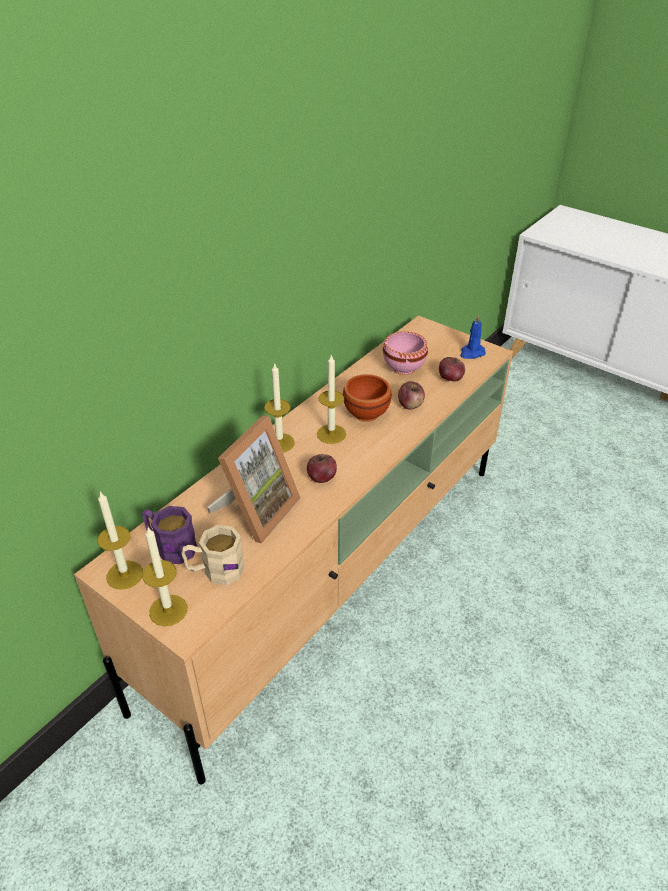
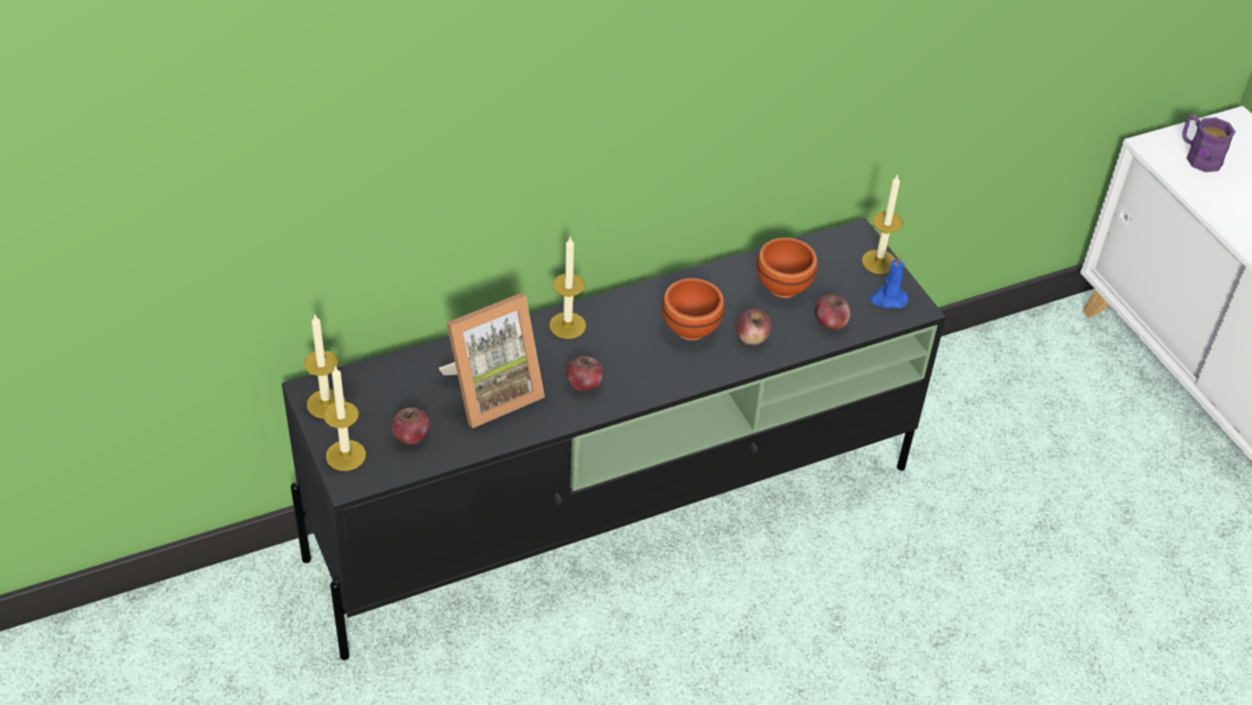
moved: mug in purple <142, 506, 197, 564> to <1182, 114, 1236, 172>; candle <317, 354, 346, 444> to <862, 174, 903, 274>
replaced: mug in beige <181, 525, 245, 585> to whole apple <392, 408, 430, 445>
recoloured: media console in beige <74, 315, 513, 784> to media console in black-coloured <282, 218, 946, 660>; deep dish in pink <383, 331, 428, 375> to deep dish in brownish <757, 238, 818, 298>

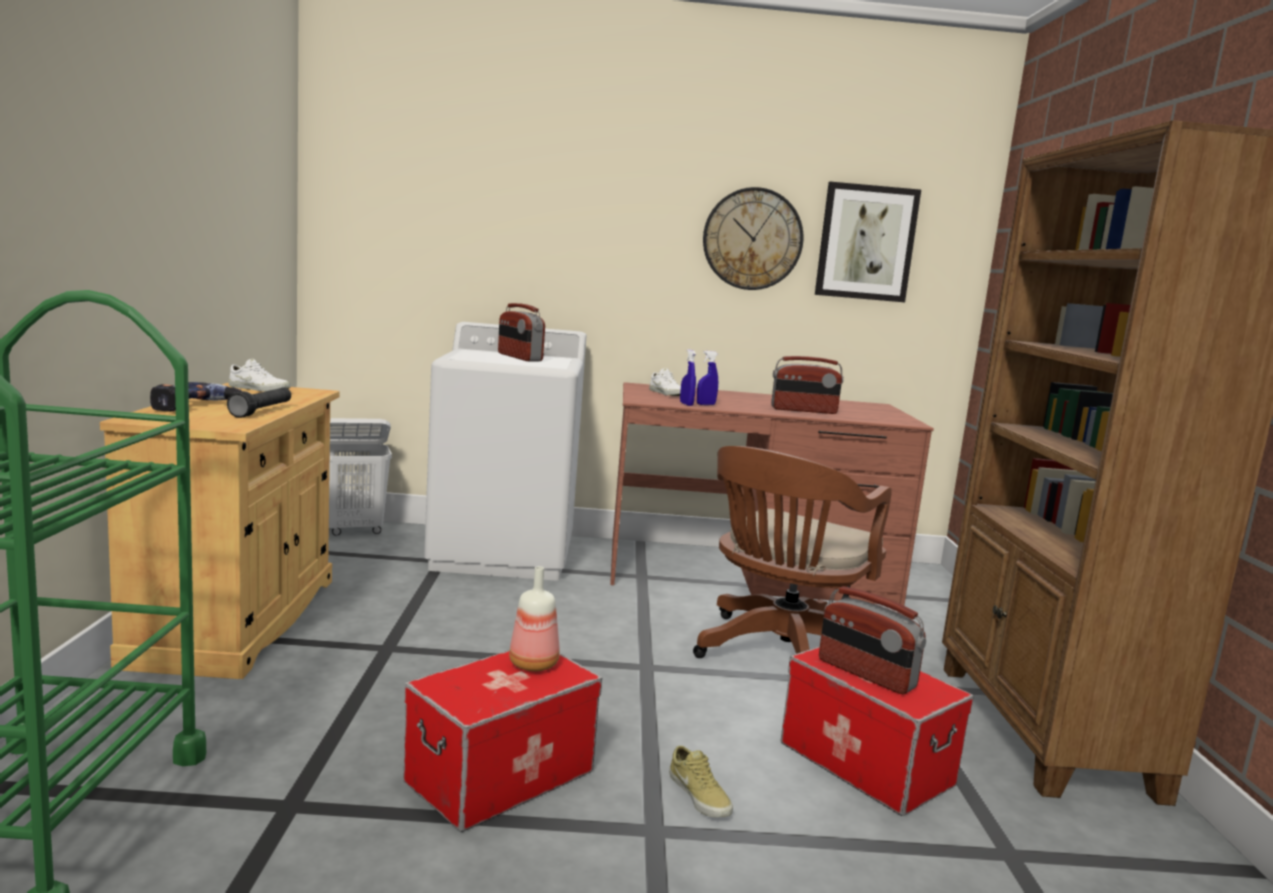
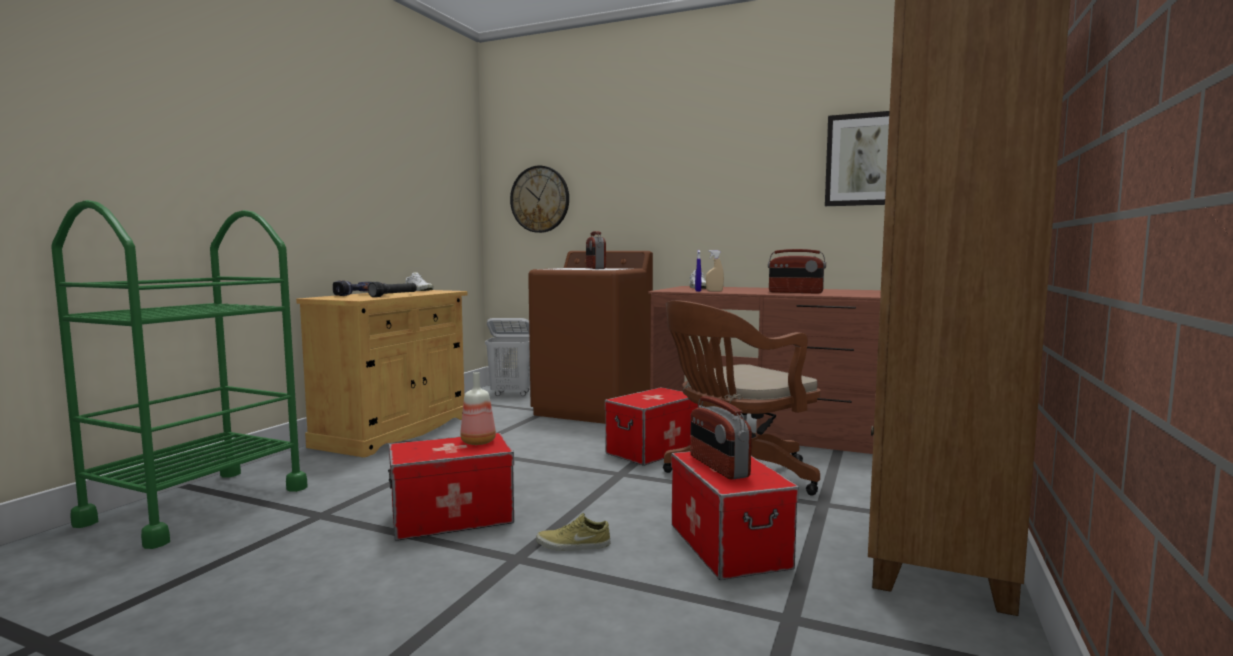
added: storage bin <605, 387, 698, 466>
moved: clock on the wall <703, 187, 803, 290> to <510, 166, 569, 233>
recoloured: washing machine in white-coloured <424, 322, 587, 580> to washing machine in brownish <528, 251, 653, 424>; sprayer in blue-coloured <697, 351, 718, 405> to sprayer in beige <706, 250, 724, 291>
turned: item of footwear in beige <669, 746, 733, 817> = <536, 513, 611, 551> 90 degrees clockwise

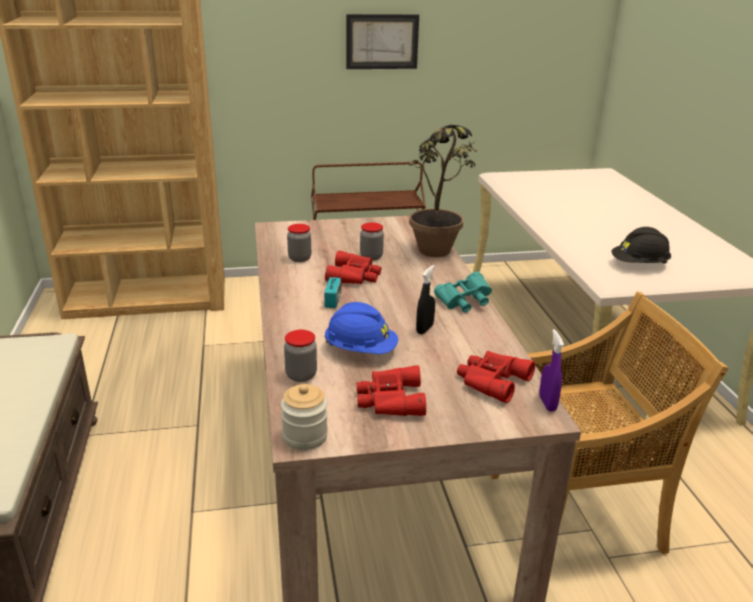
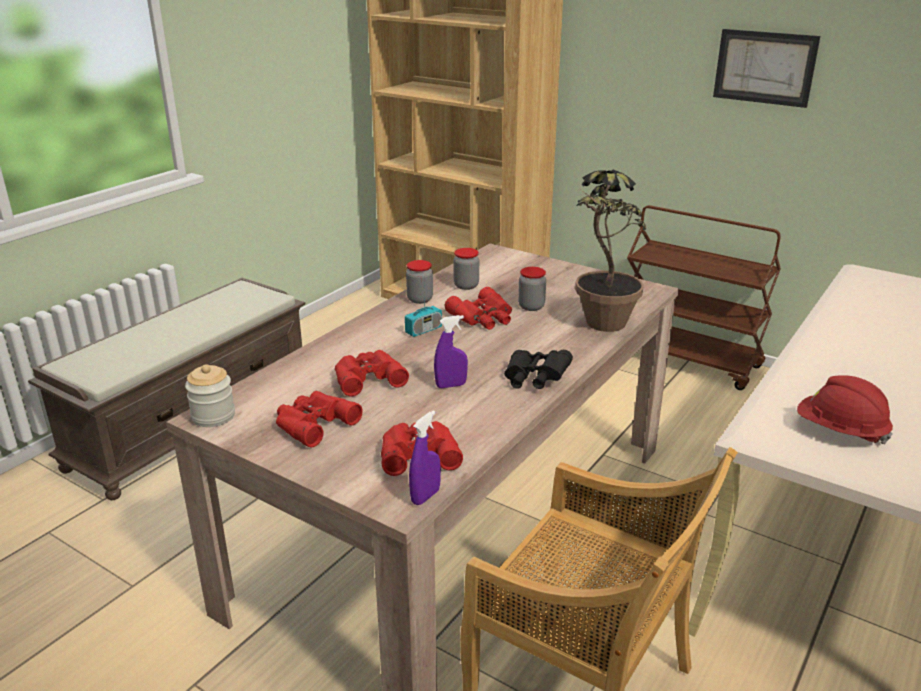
moved: storage jar <284, 330, 317, 382> to <406, 260, 433, 304>
replaced: safety helmet in blue-coloured <324, 302, 398, 354> to field glasses in reddish <335, 350, 409, 396>
recoloured: sprayer in black-coloured <416, 265, 435, 334> to sprayer in purple <434, 315, 468, 388>; field glasses in turquoise-coloured <434, 271, 492, 313> to field glasses in black-coloured <504, 350, 573, 389>; safety helmet in black-coloured <612, 227, 671, 264> to safety helmet in reddish <797, 375, 893, 444>

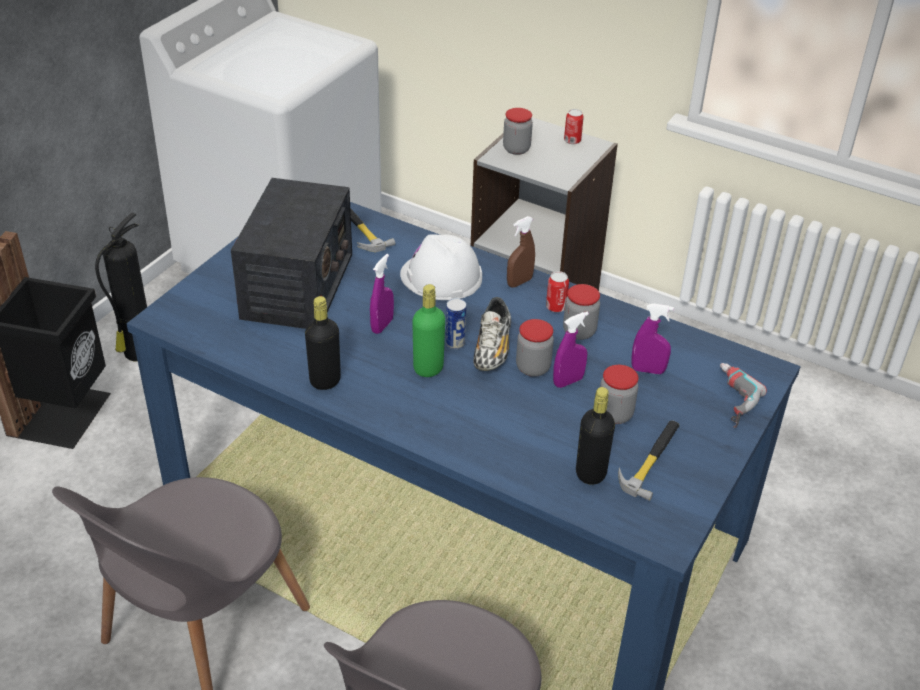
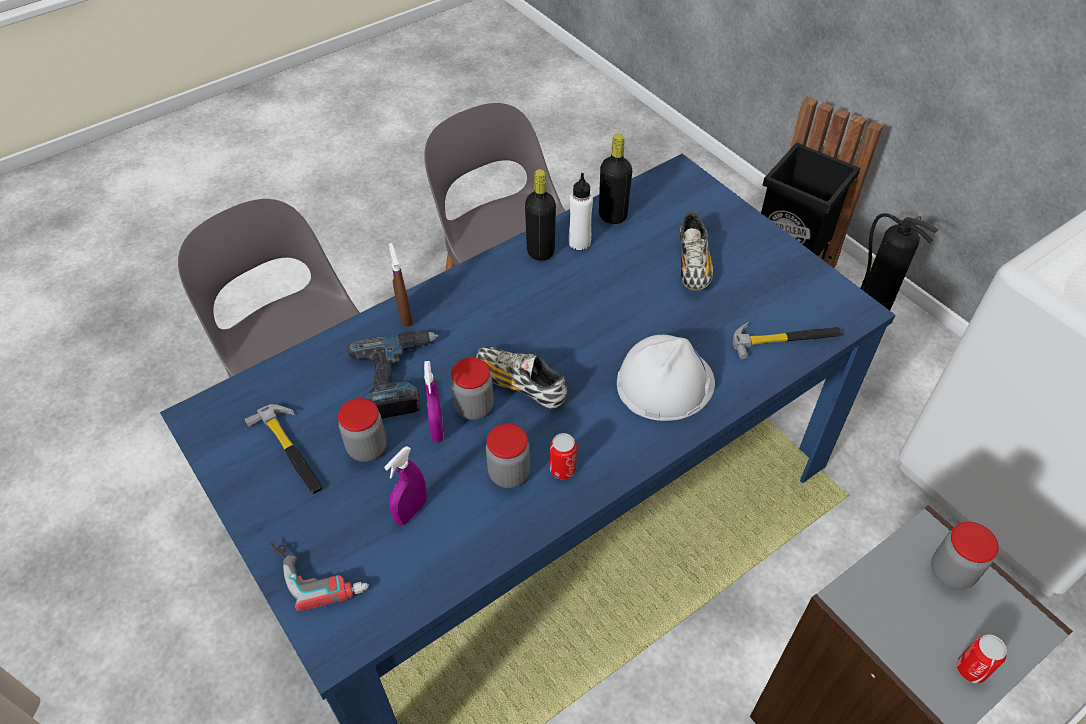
removed: sprayer in purple <370, 254, 394, 334>; bottle in green-coloured <412, 284, 445, 377>; metal can <446, 298, 466, 349>
added: power drill <347, 331, 439, 419>; bottle in white-coloured <569, 173, 593, 250>
moved: sprayer in brownish <507, 216, 535, 287> to <389, 243, 413, 327>; bottle in black-coloured <576, 387, 615, 485> to <599, 134, 632, 224>
replaced: radio receiver <231, 178, 352, 329> to item of footwear <679, 212, 714, 291>

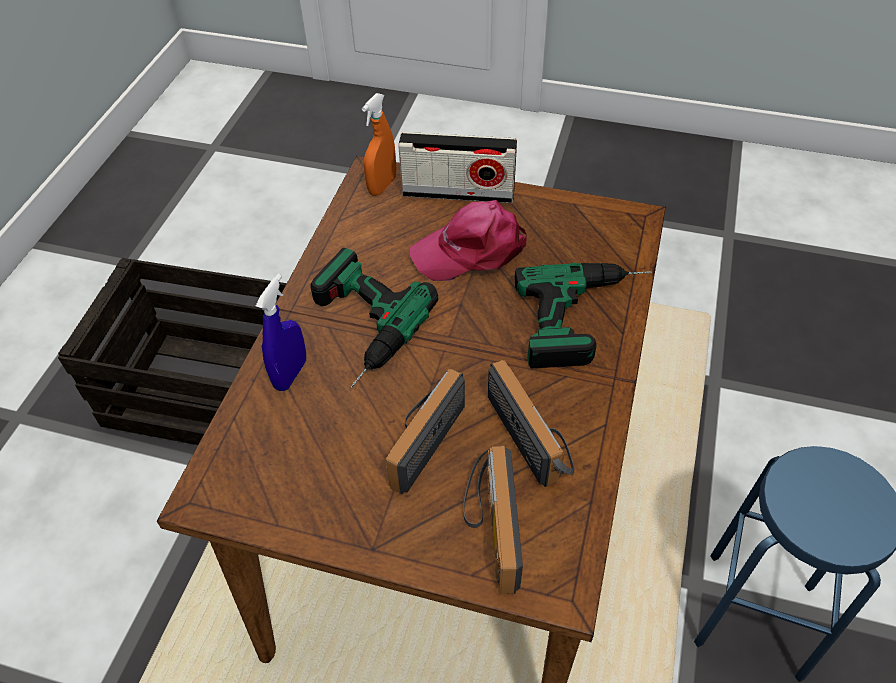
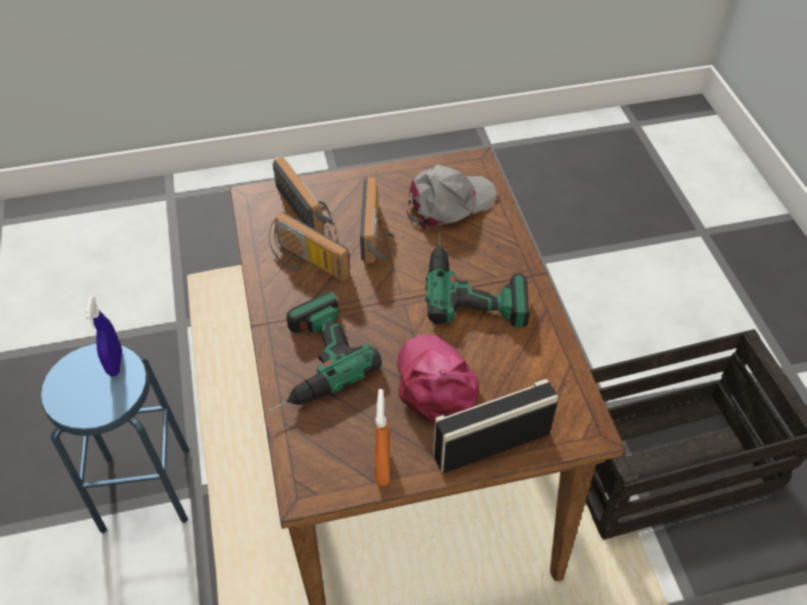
added: baseball cap in grey <406, 165, 497, 230>
moved: sprayer in blue-coloured <256, 274, 306, 391> to <86, 296, 122, 377>; sprayer in orangey <362, 93, 396, 196> to <375, 389, 390, 486>
turned: baseball cap in pink <410, 200, 527, 281> = <397, 334, 479, 426> 60 degrees counterclockwise

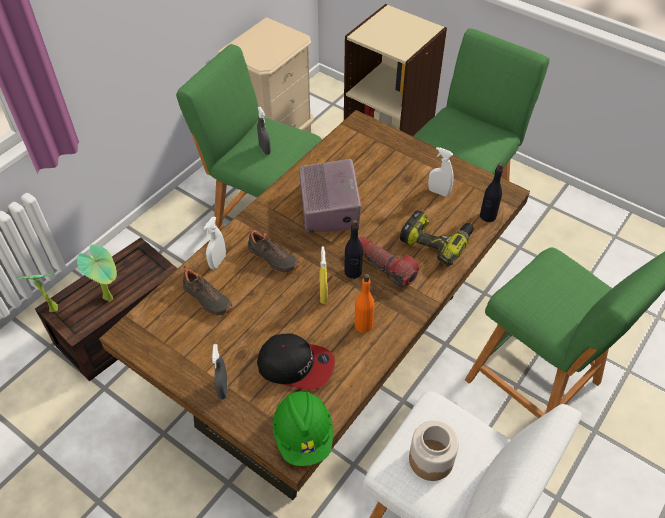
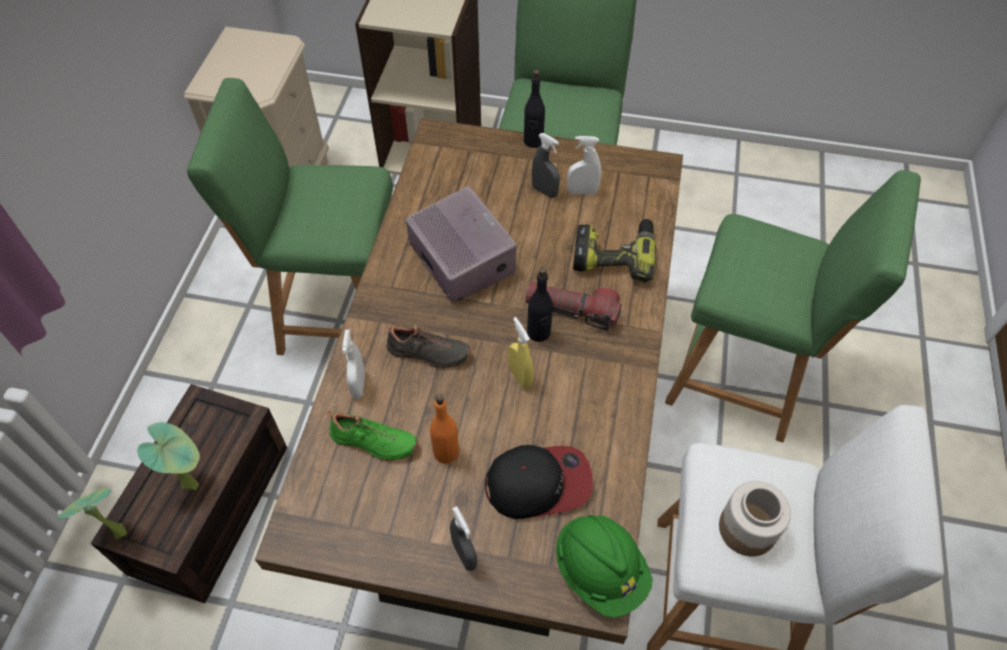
moved: sprayer in grey <257, 107, 271, 155> to <532, 133, 560, 198>; bottle in orangey <355, 274, 375, 333> to <430, 394, 459, 464>; bottle in black-coloured <480, 163, 503, 222> to <524, 70, 545, 148>
recoloured: item of footwear in black-coloured <182, 266, 233, 315> to item of footwear in green-coloured <326, 411, 418, 461>

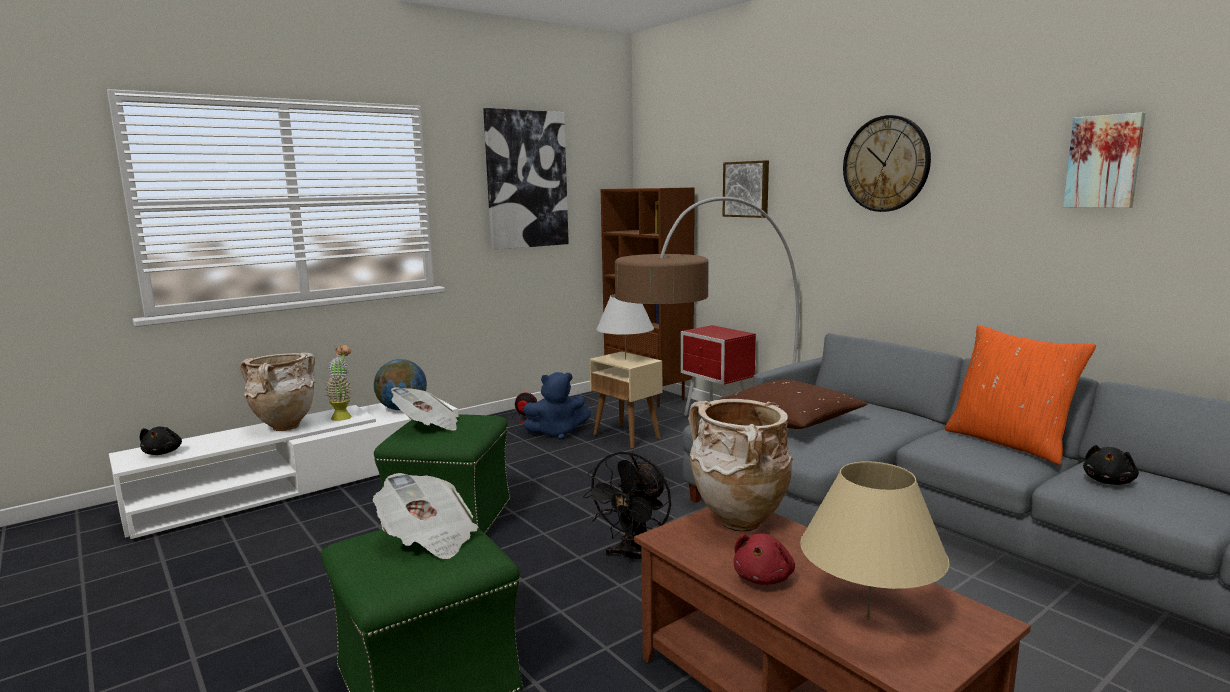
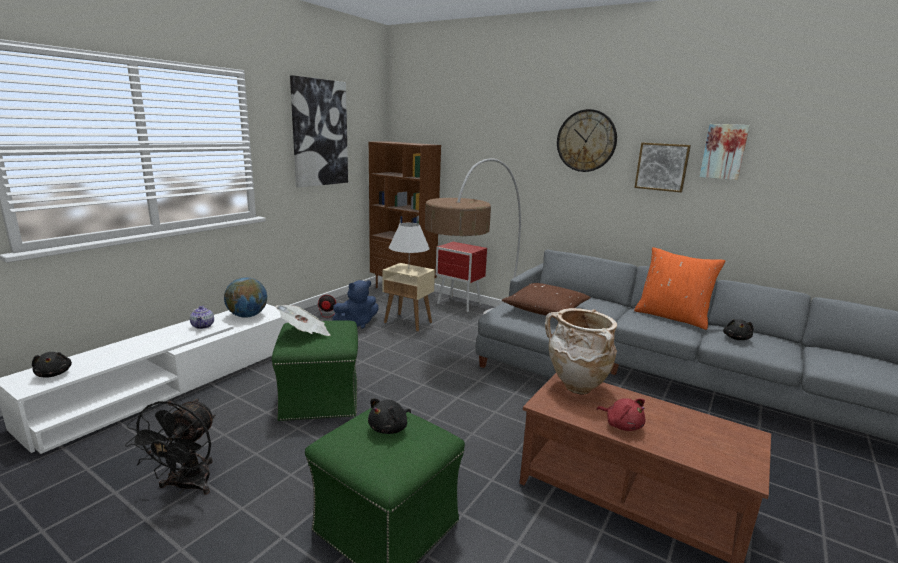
removed: vase in beige <240, 352, 315, 431>; lamp for a table in beige <800, 461, 950, 619>
moved: fan in black-coloured <583, 452, 671, 563> to <125, 399, 215, 495>; picture <723, 160, 769, 218> to <634, 143, 691, 192>
replaced: houseplant <326, 345, 352, 421> to tea pot <190, 305, 214, 329>; daily paper <373, 473, 478, 559> to plush toy in black-coloured <368, 398, 411, 434>
turned: plush toy in reddish <734, 533, 795, 585> = <597, 398, 645, 431> 45 degrees counterclockwise

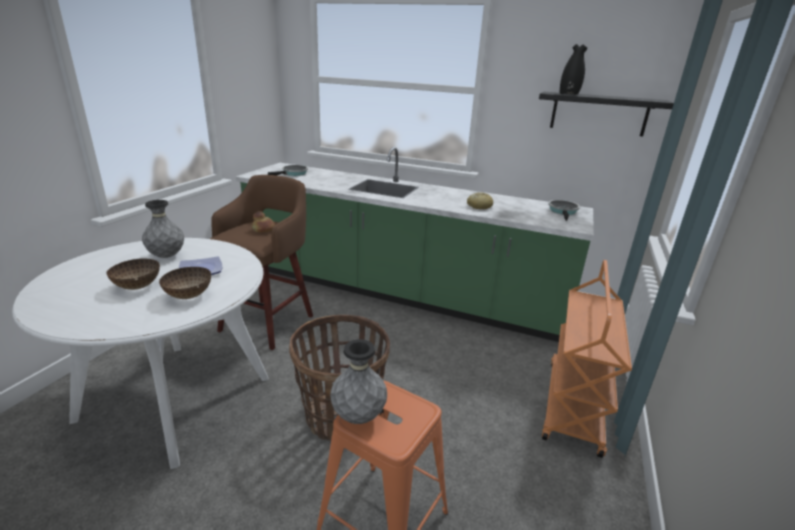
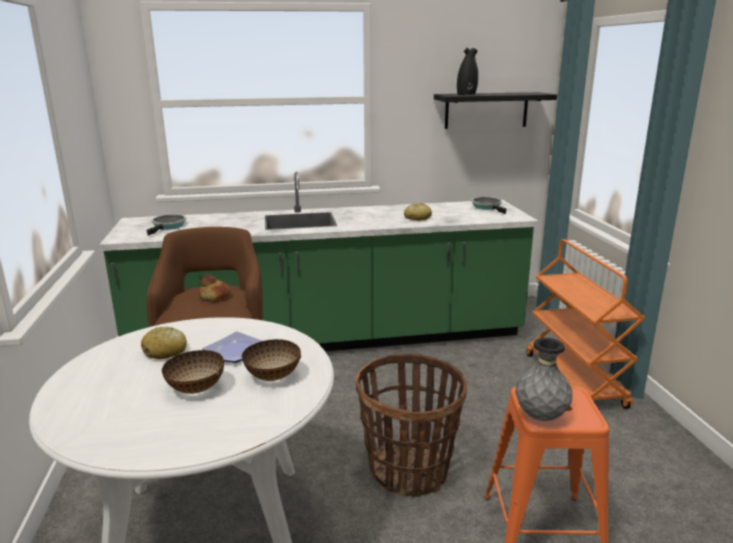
replaced: vase in grey <142, 200, 184, 258> to bakery bread <141, 327, 187, 359>

